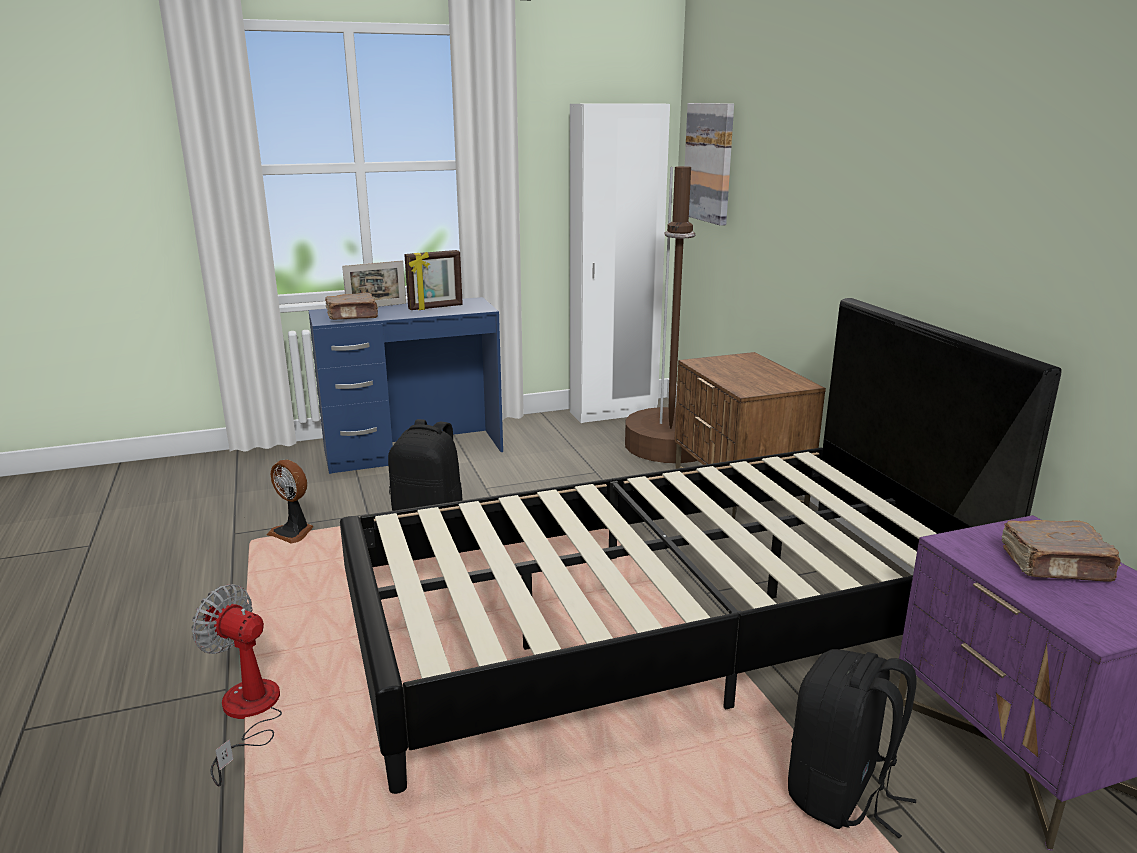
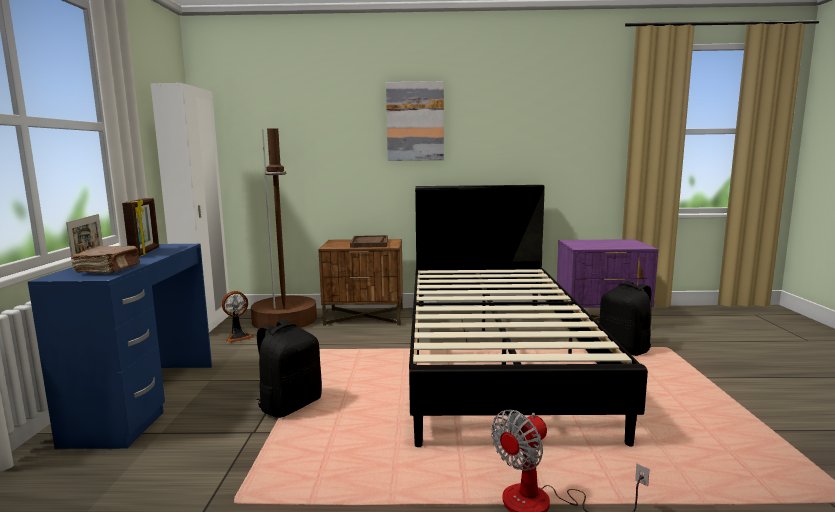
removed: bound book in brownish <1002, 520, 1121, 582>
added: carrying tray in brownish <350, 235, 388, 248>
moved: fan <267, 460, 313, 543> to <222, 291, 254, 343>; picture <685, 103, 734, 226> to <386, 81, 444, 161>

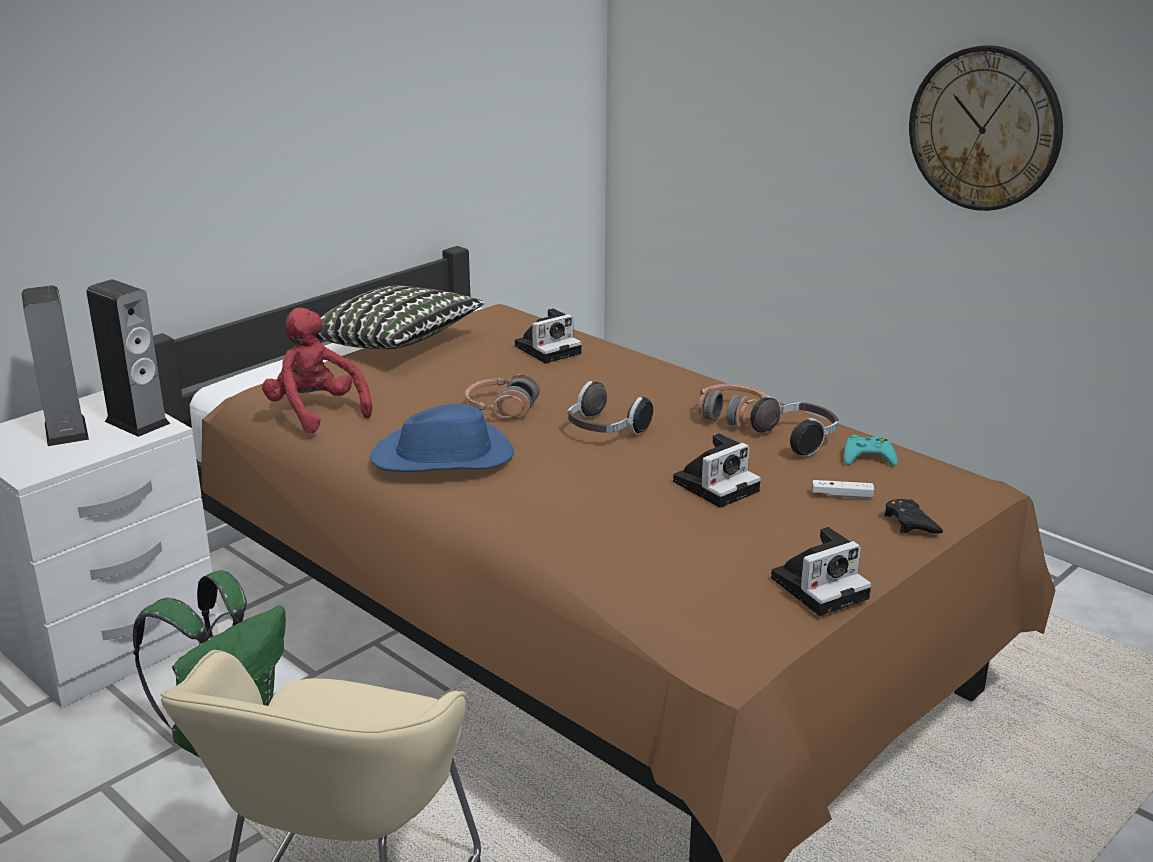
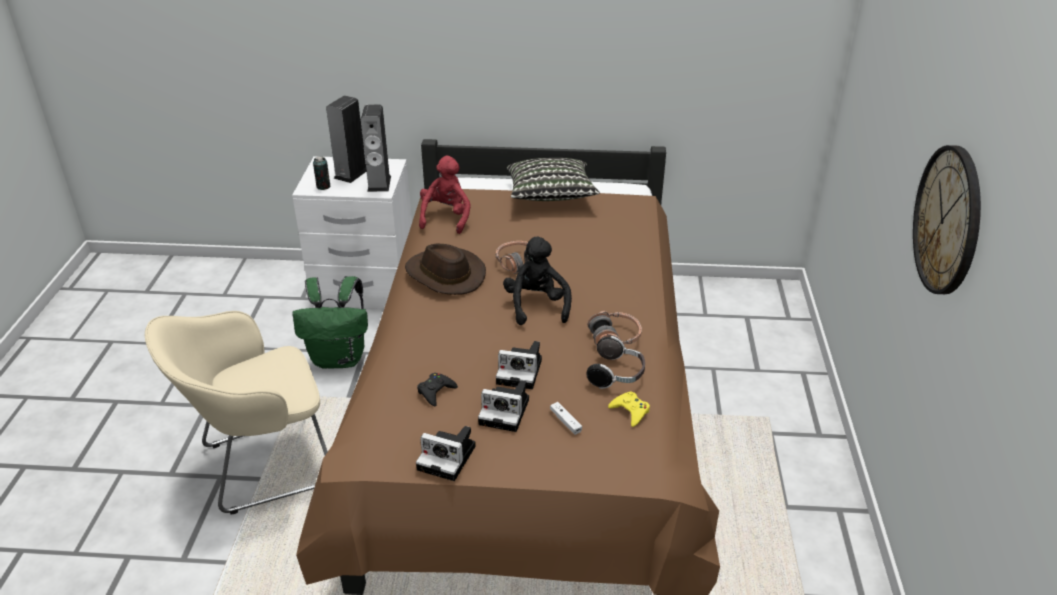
added: metal can <313, 157, 330, 190>
moved: photo camera <515, 308, 582, 363> to <478, 380, 529, 432>; gamepad in black-coloured <884, 499, 943, 534> to <417, 373, 458, 406>
replaced: headset <568, 381, 653, 435> to plush toy in black-coloured <503, 237, 572, 325>
recoloured: hat in blue-coloured <370, 404, 514, 472> to hat in brownish <405, 243, 486, 295>; gamepad in turquoise-coloured <844, 435, 898, 466> to gamepad in yellowish <608, 391, 650, 427>

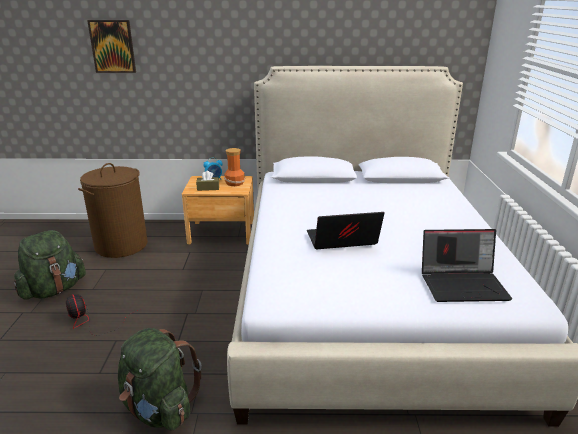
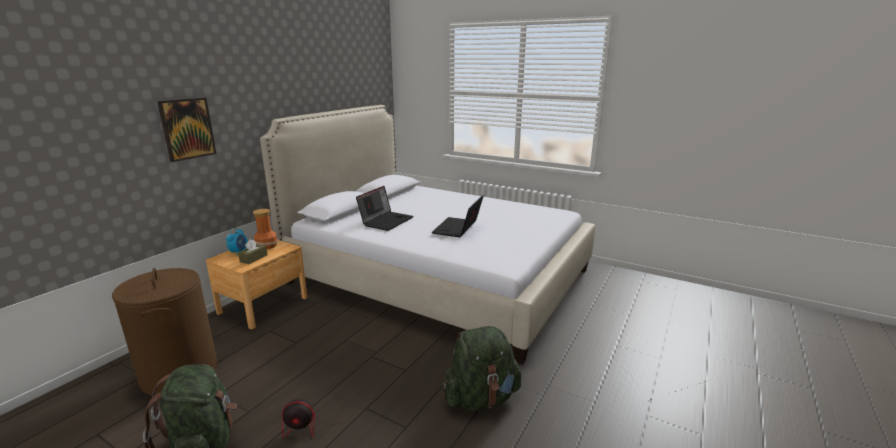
moved: picture <87, 20, 136, 73> to <157, 98, 216, 162>; laptop <422, 229, 512, 302> to <356, 186, 414, 231>

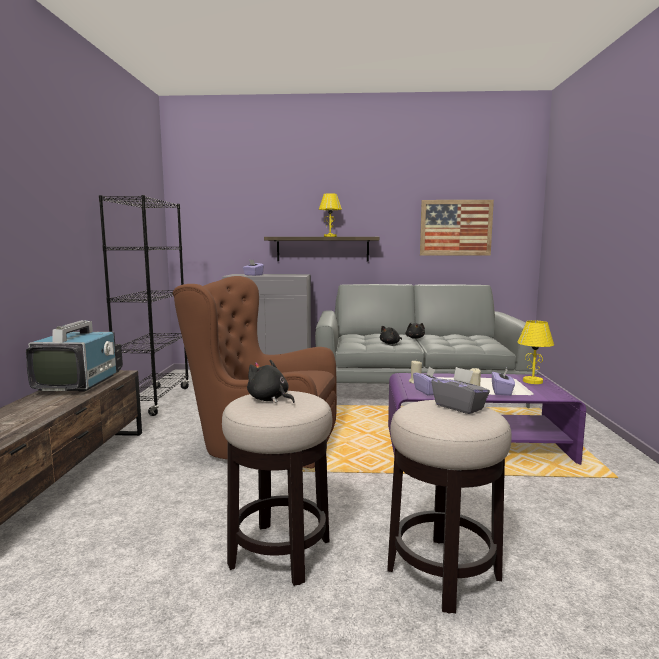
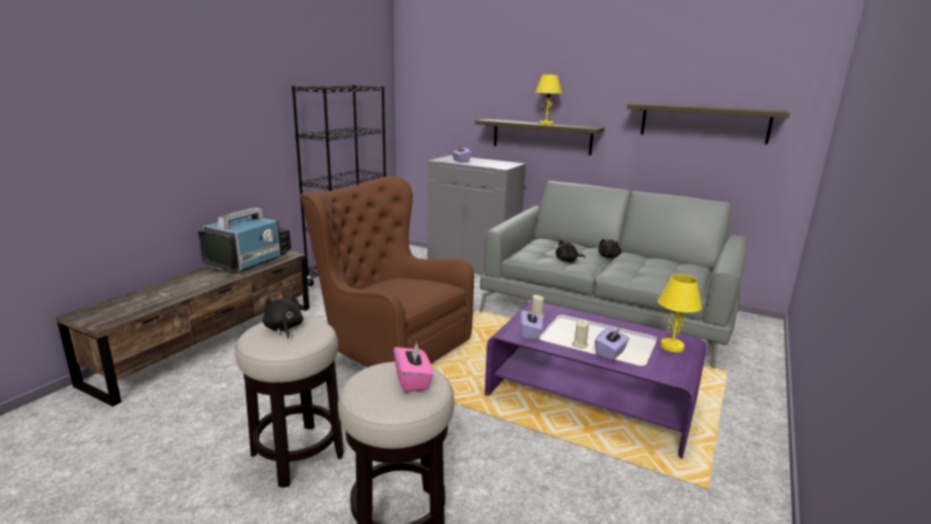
replaced: picture <420, 200, 494, 256> to shelf <627, 103, 790, 144>
recoloured: tissue box in grey <431, 367, 490, 414> to tissue box in pink <394, 342, 433, 392>

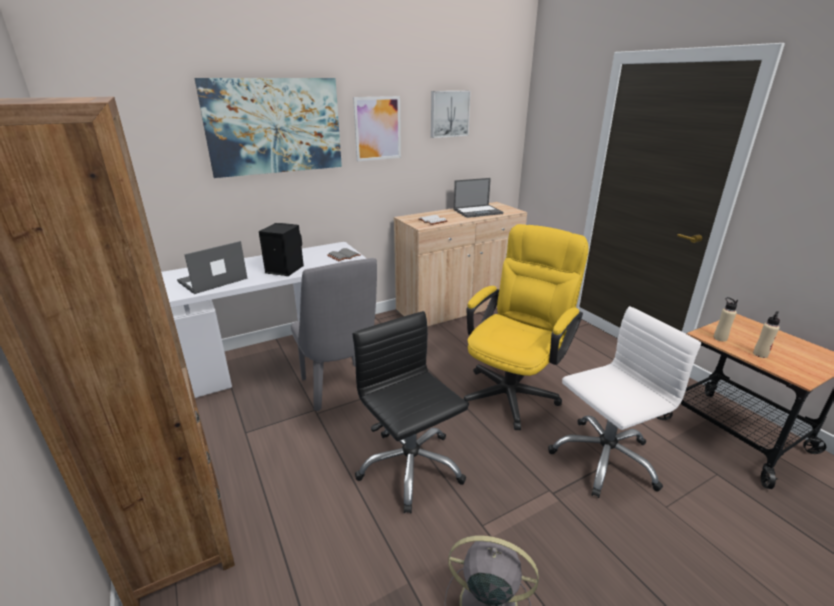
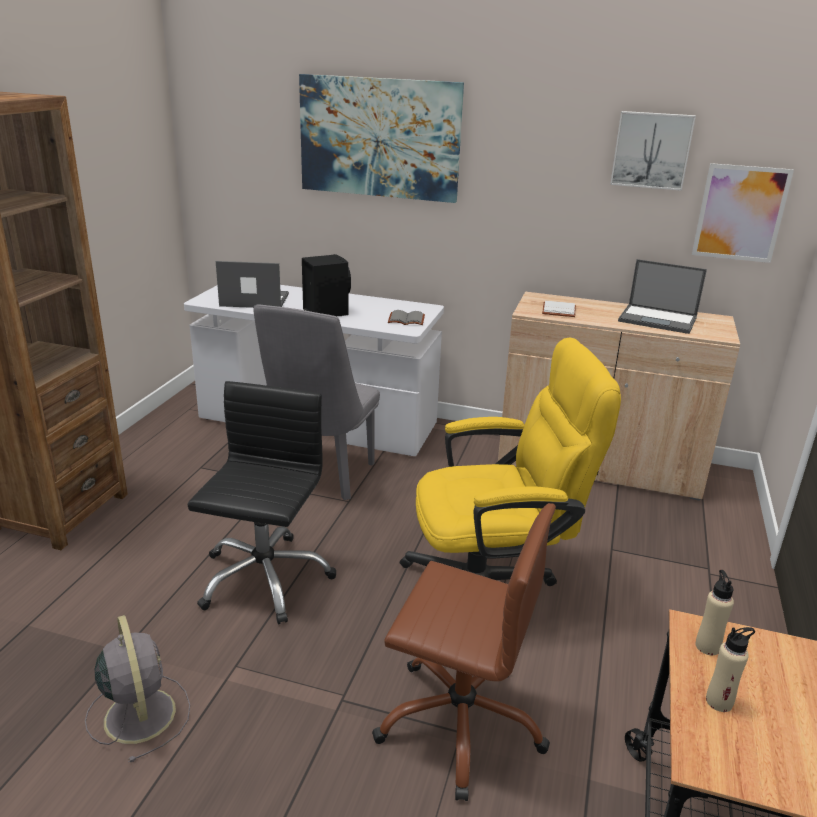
moved: picture <353, 96, 401, 161> to <692, 163, 794, 263>
recoloured: office chair in white-coloured <548, 306, 701, 498> to office chair in brownish <372, 503, 556, 801>

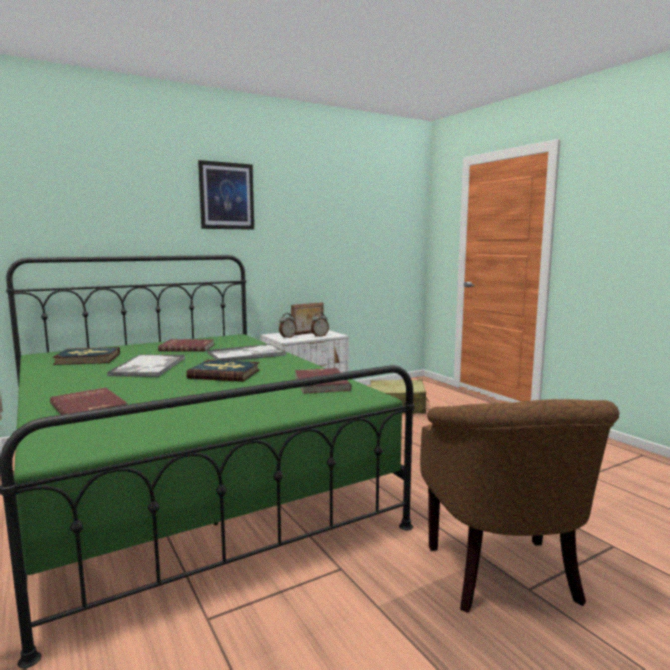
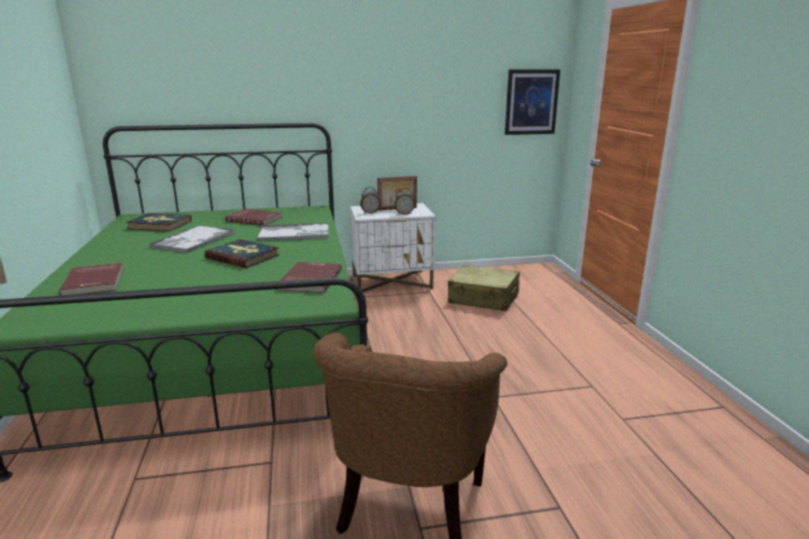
moved: picture <198, 160, 254, 230> to <505, 69, 560, 135>

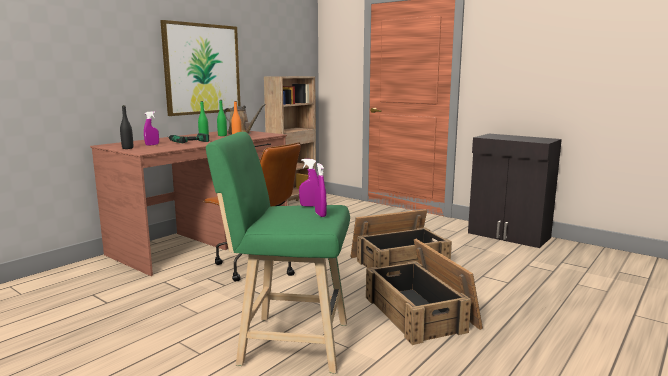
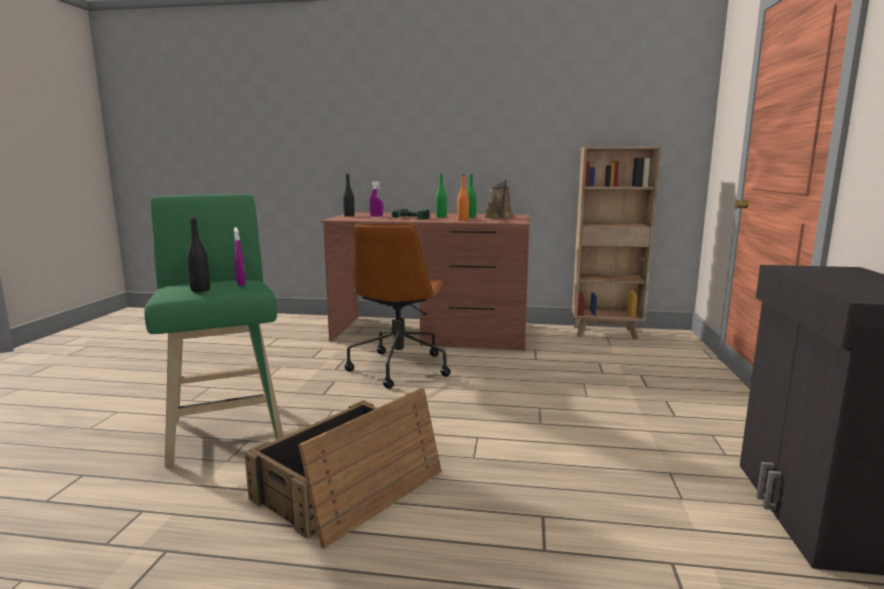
removed: picture <160, 20, 241, 116>; crate <350, 209, 452, 276>
replaced: sprayer in purple <315, 163, 327, 217> to bottle in black-coloured <187, 217, 210, 292>

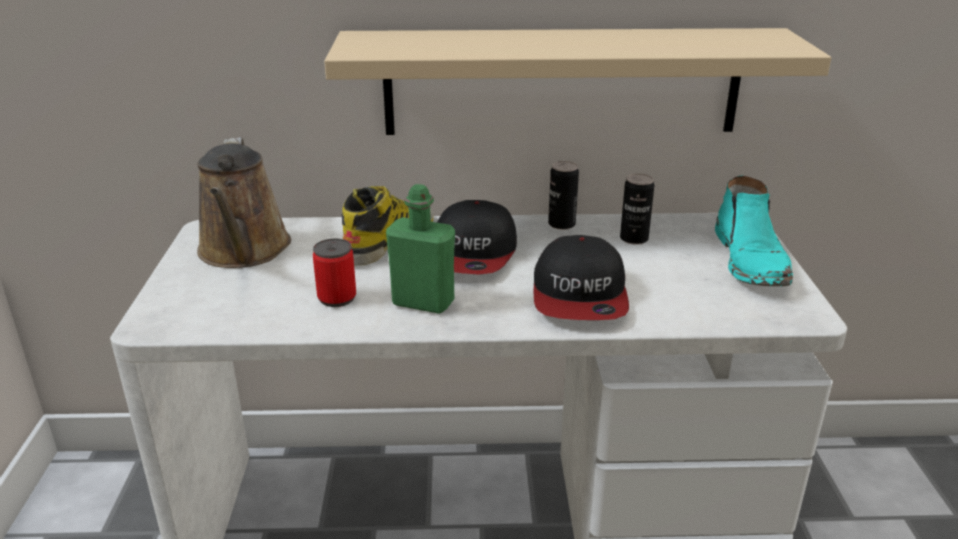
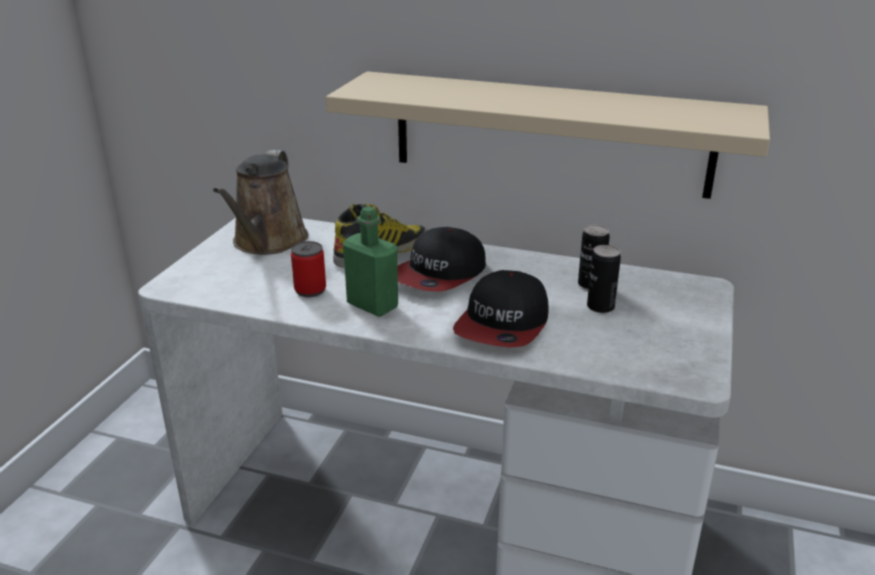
removed: high-top boot in turquoise-coloured <715, 176, 793, 286>
moved: metal can <548, 161, 579, 230> to <587, 245, 621, 313>

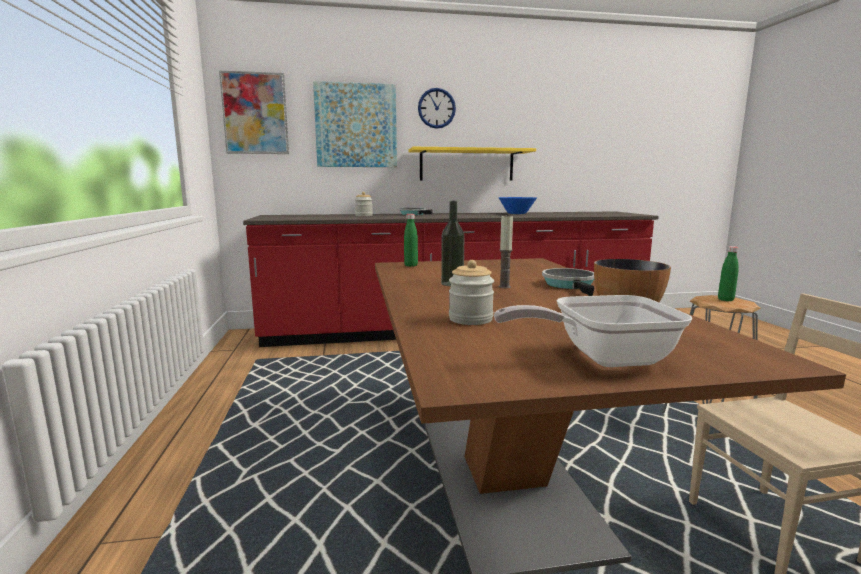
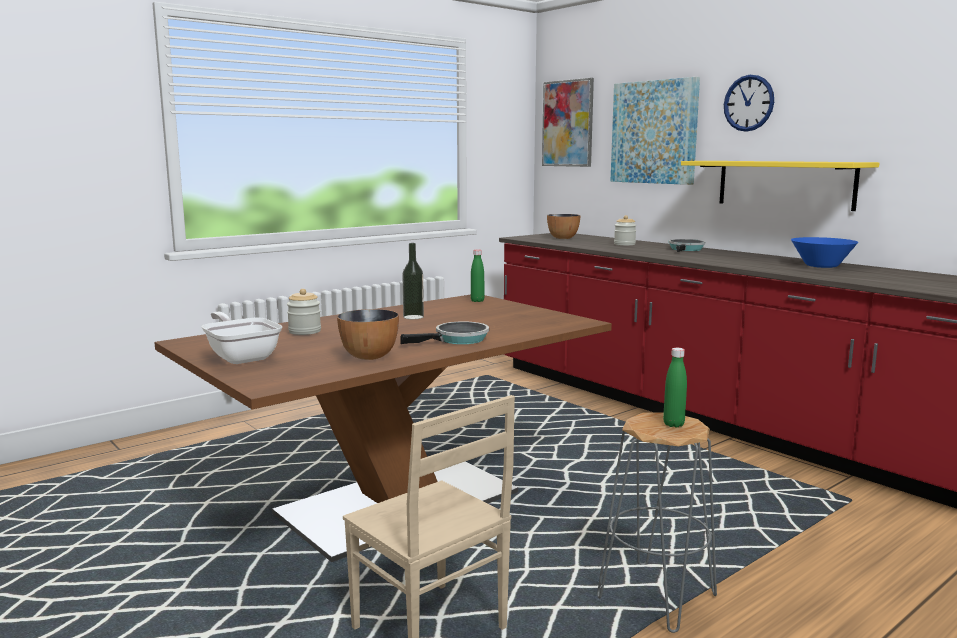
removed: candle <499, 214, 513, 288>
added: deep dish <547, 214, 580, 239>

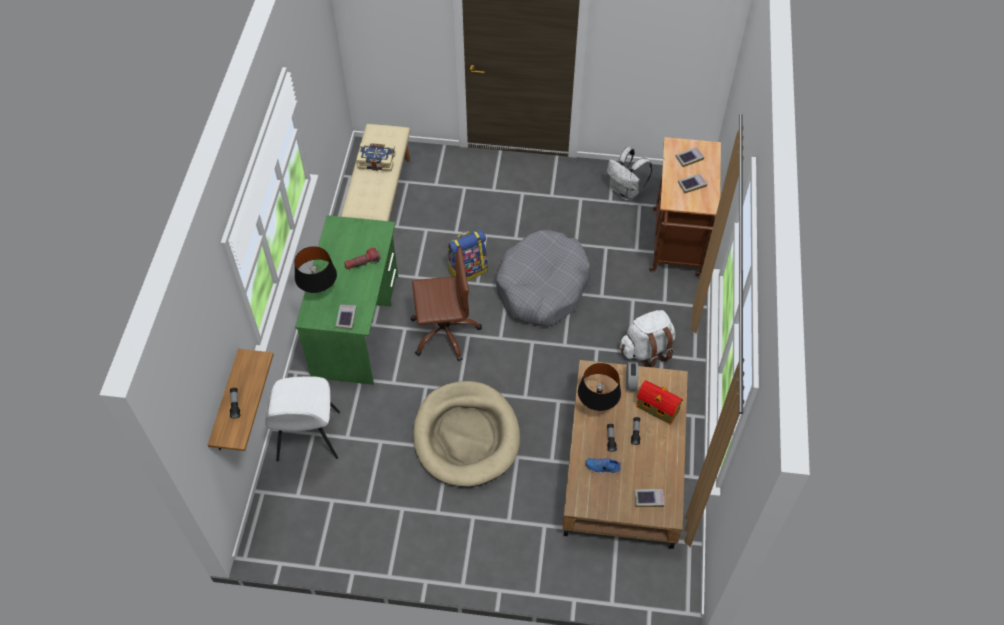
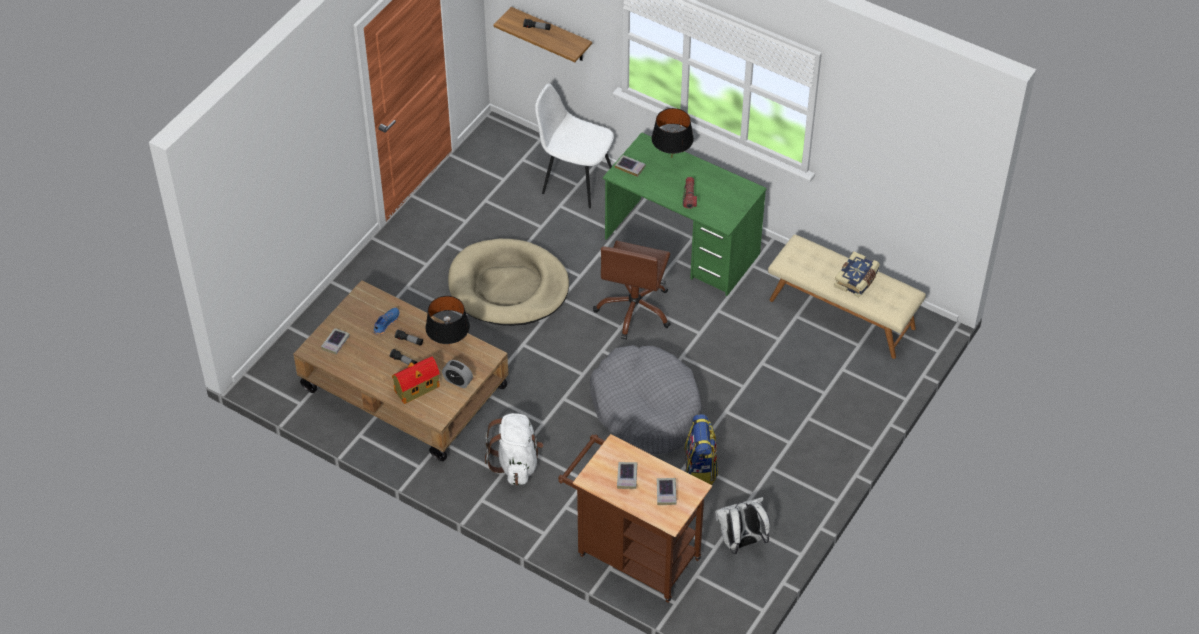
moved: backpack <448, 230, 488, 281> to <685, 414, 718, 485>

